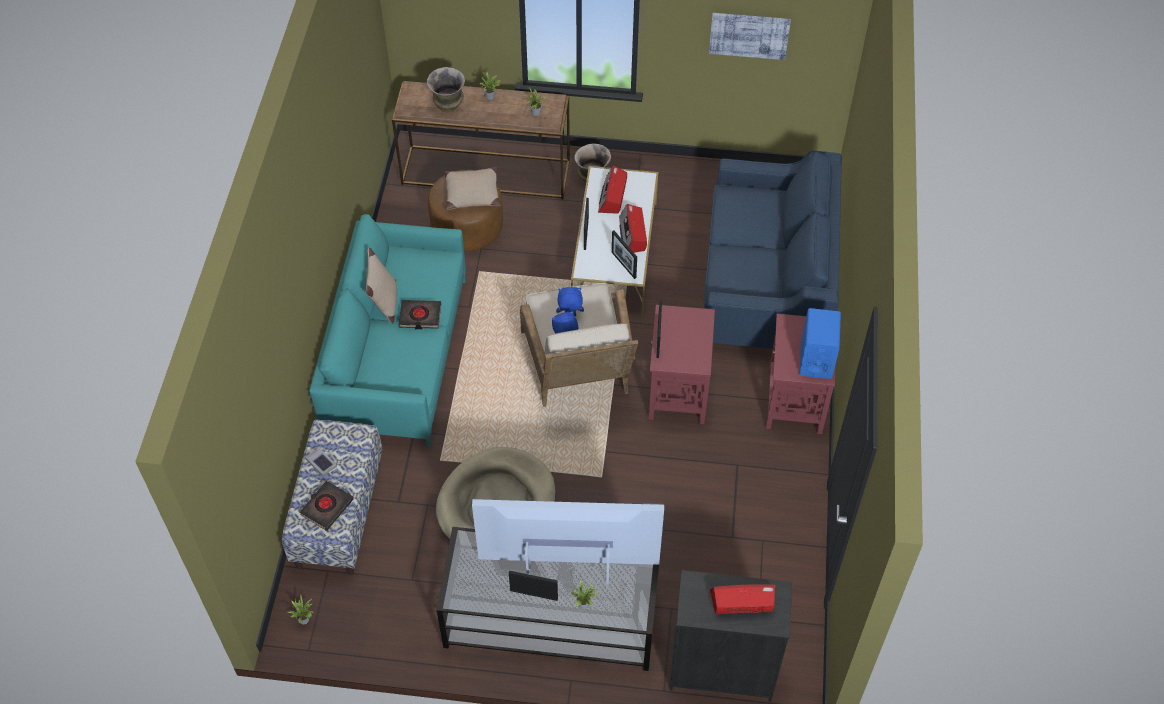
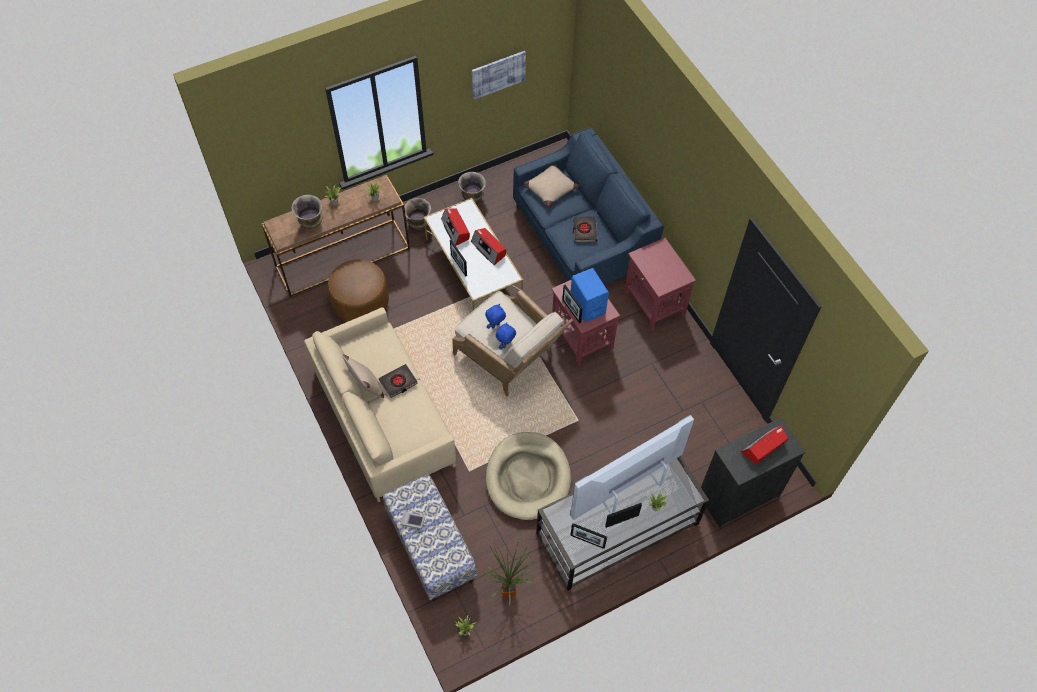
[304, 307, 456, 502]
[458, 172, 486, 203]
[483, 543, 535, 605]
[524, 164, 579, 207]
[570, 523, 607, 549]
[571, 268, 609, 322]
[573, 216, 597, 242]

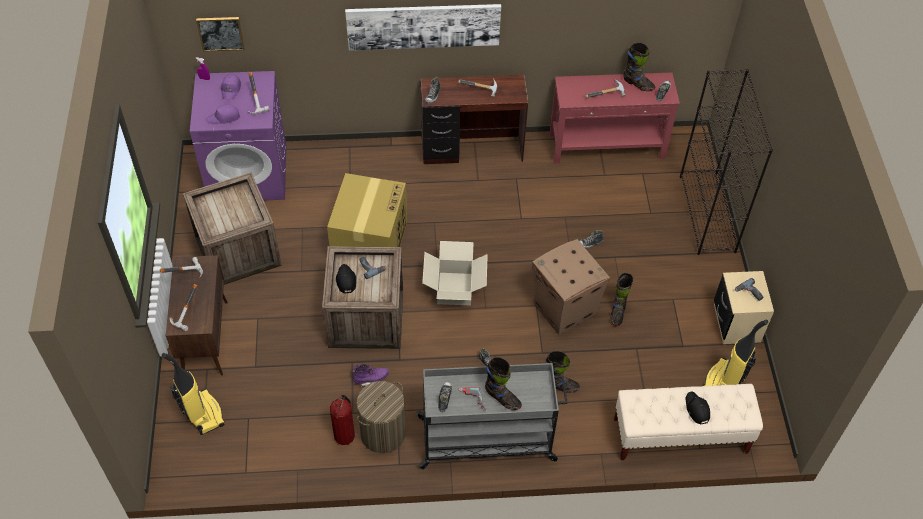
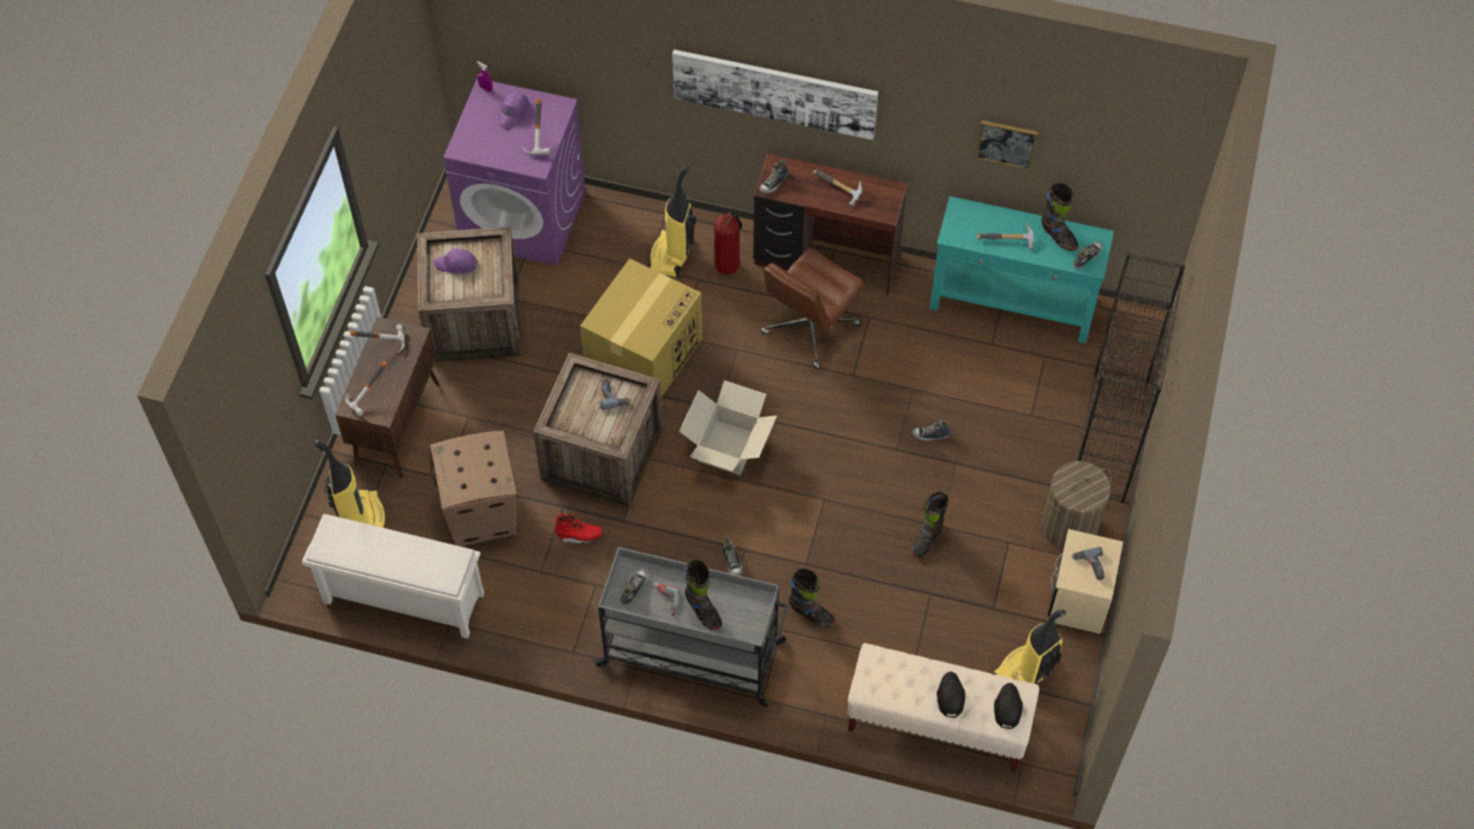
[302, 514, 485, 639]
[429, 430, 517, 546]
[434, 249, 477, 274]
[554, 513, 603, 544]
[650, 166, 696, 278]
[714, 211, 742, 275]
[761, 248, 864, 369]
[929, 196, 1114, 343]
[976, 120, 1038, 170]
[994, 683, 1023, 729]
[1041, 461, 1112, 549]

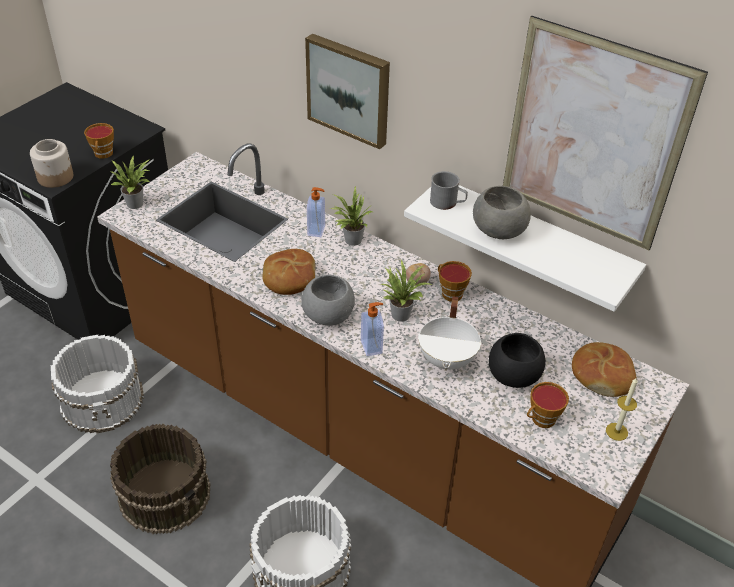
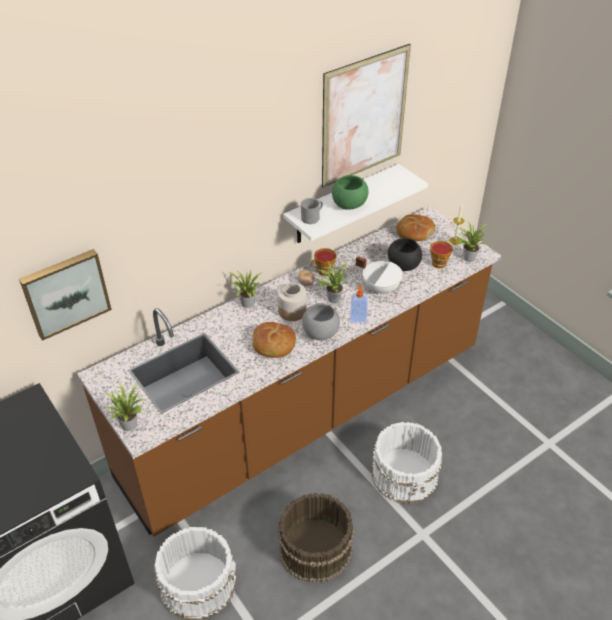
[19, 249, 112, 341]
[278, 283, 307, 321]
[332, 175, 369, 210]
[455, 221, 487, 262]
[84, 123, 114, 159] (first image)
[307, 187, 325, 237] (first image)

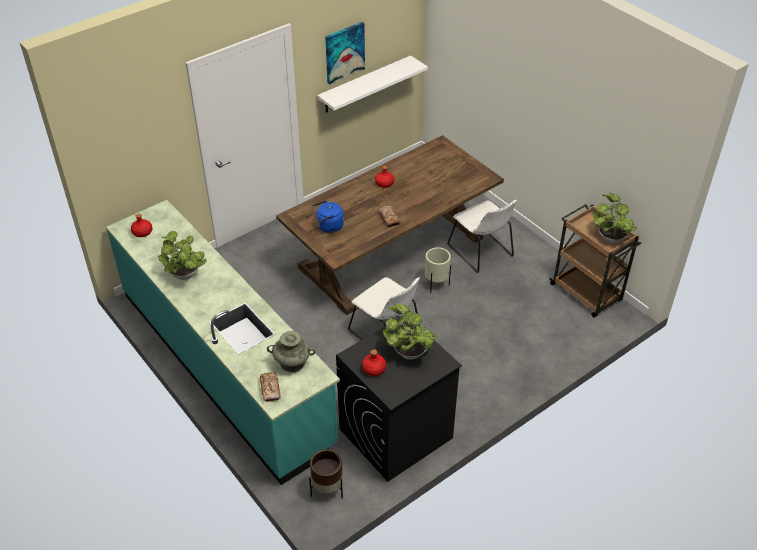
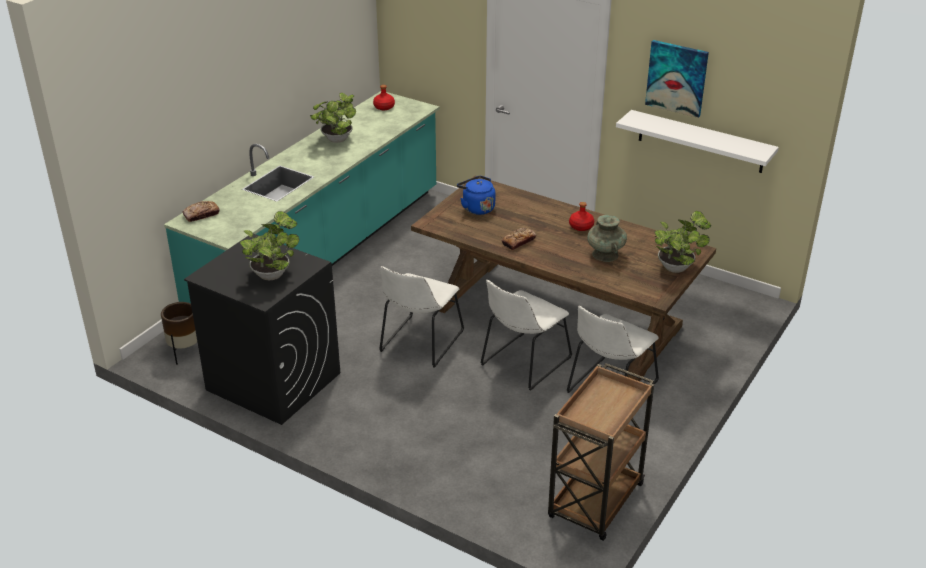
[480, 280, 572, 391]
[587, 215, 627, 262]
[654, 211, 711, 273]
[362, 349, 386, 376] (first image)

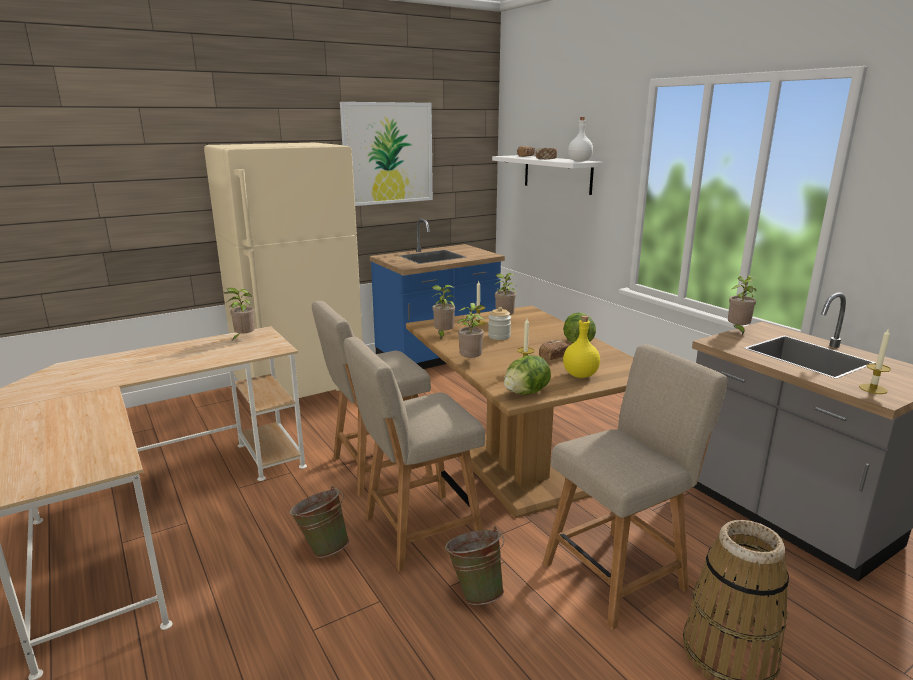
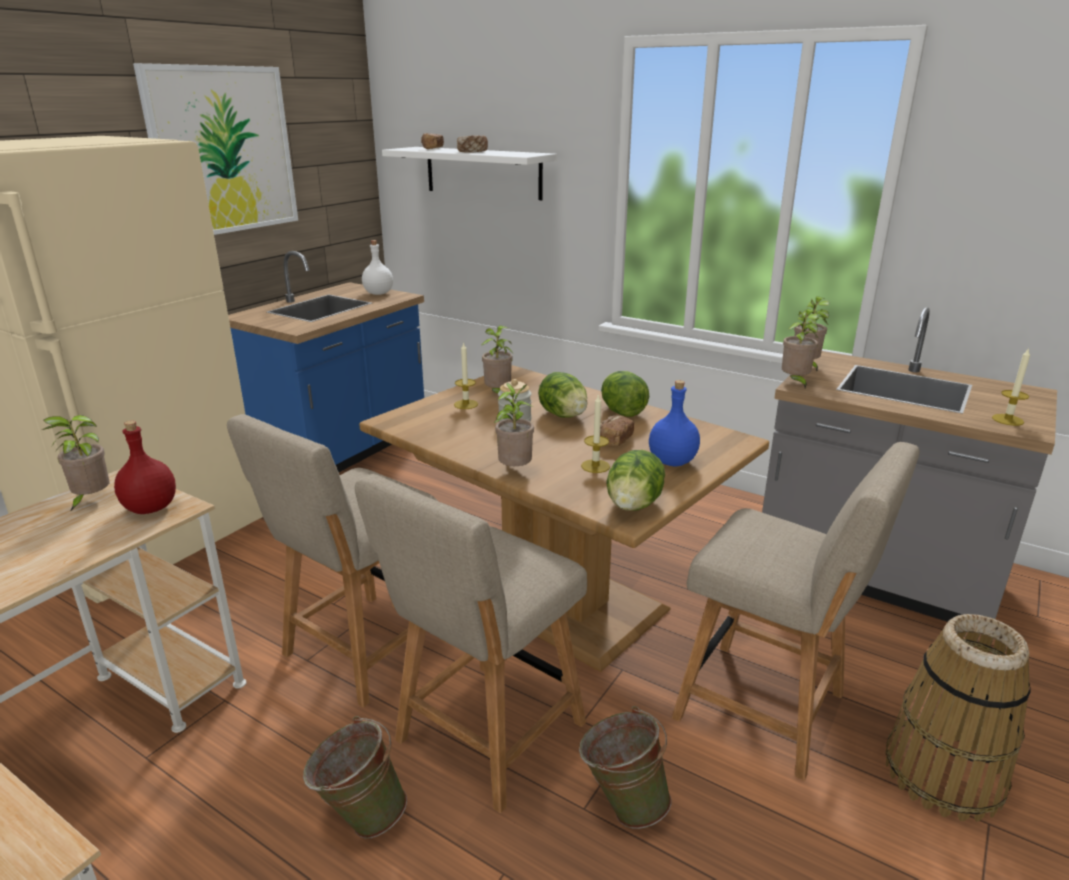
[114, 421, 176, 514]
[362, 240, 393, 295]
[538, 372, 587, 418]
[649, 380, 700, 467]
[672, 442, 920, 781]
[782, 308, 818, 388]

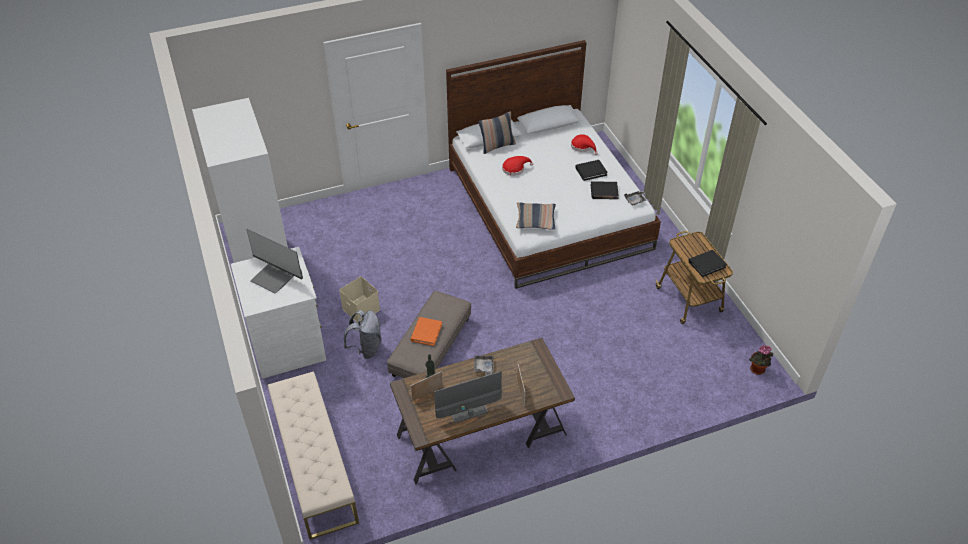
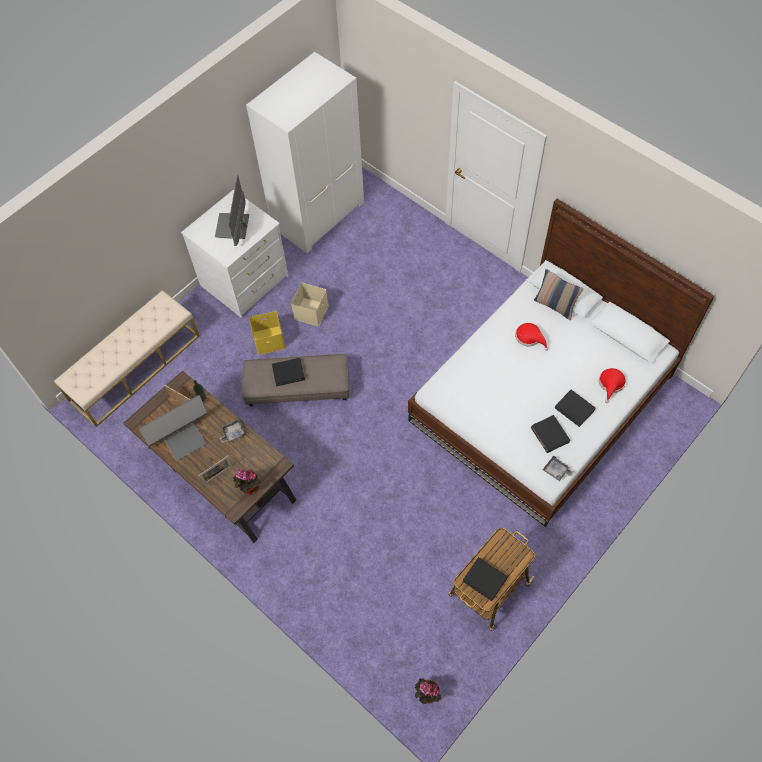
[138, 395, 208, 461]
[233, 469, 260, 495]
[249, 311, 285, 355]
[272, 358, 305, 386]
[516, 202, 556, 230] (first image)

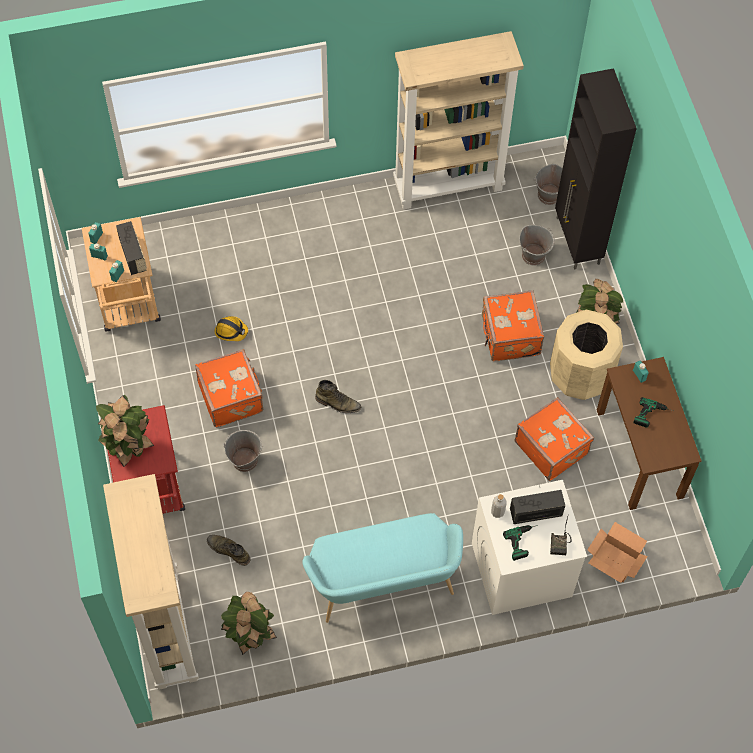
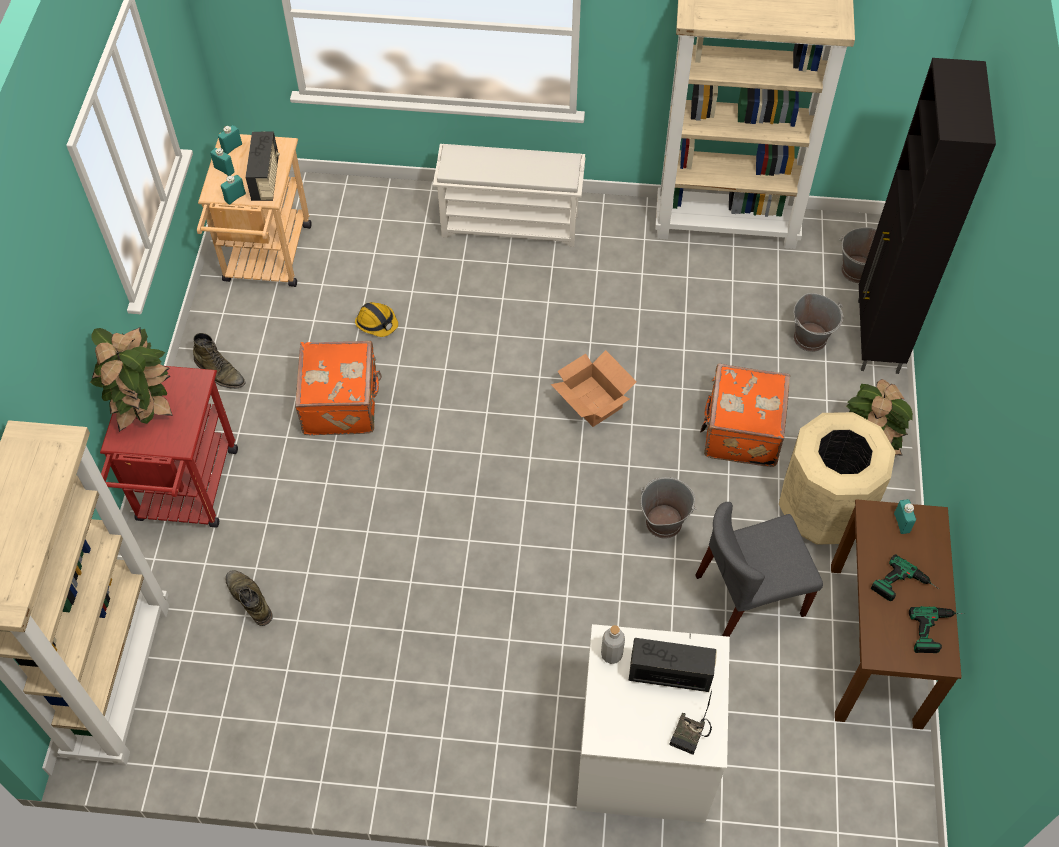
[193, 333, 246, 389]
[433, 144, 585, 247]
[551, 350, 637, 427]
[640, 477, 697, 539]
[695, 502, 823, 637]
[909, 606, 966, 653]
[221, 592, 277, 655] (first image)
[302, 513, 463, 623] (first image)

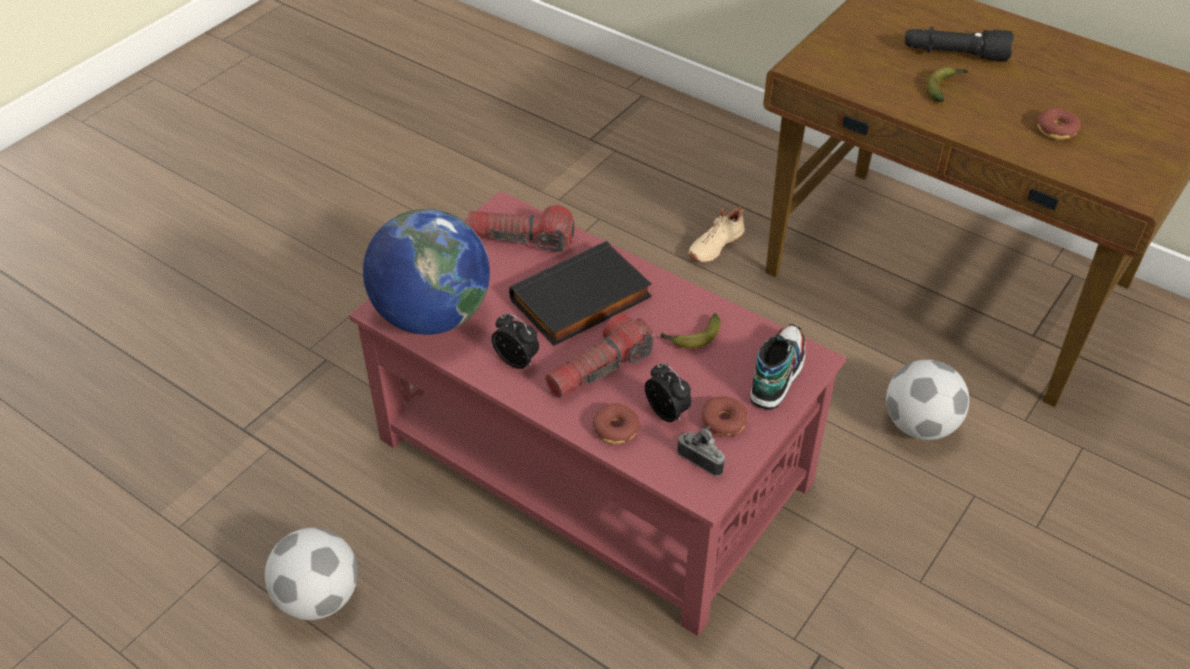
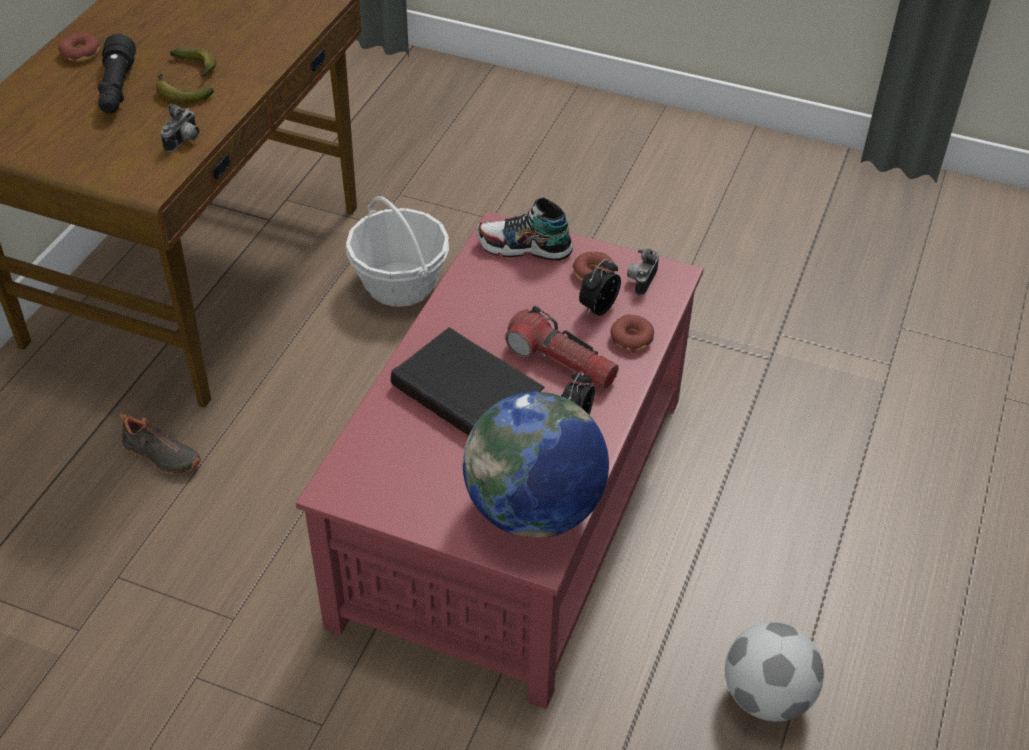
[58, 32, 100, 63]
[120, 413, 201, 474]
[160, 103, 200, 152]
[170, 47, 216, 77]
[346, 196, 449, 307]
[466, 205, 575, 252] (first image)

